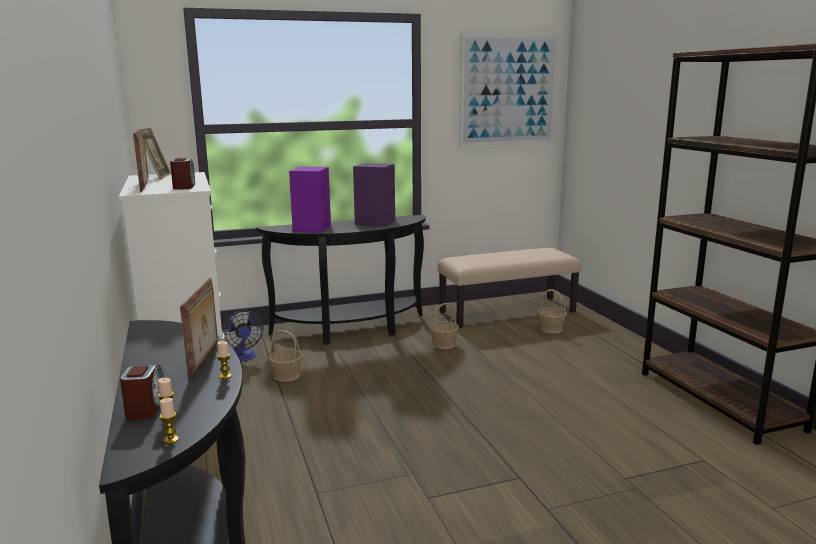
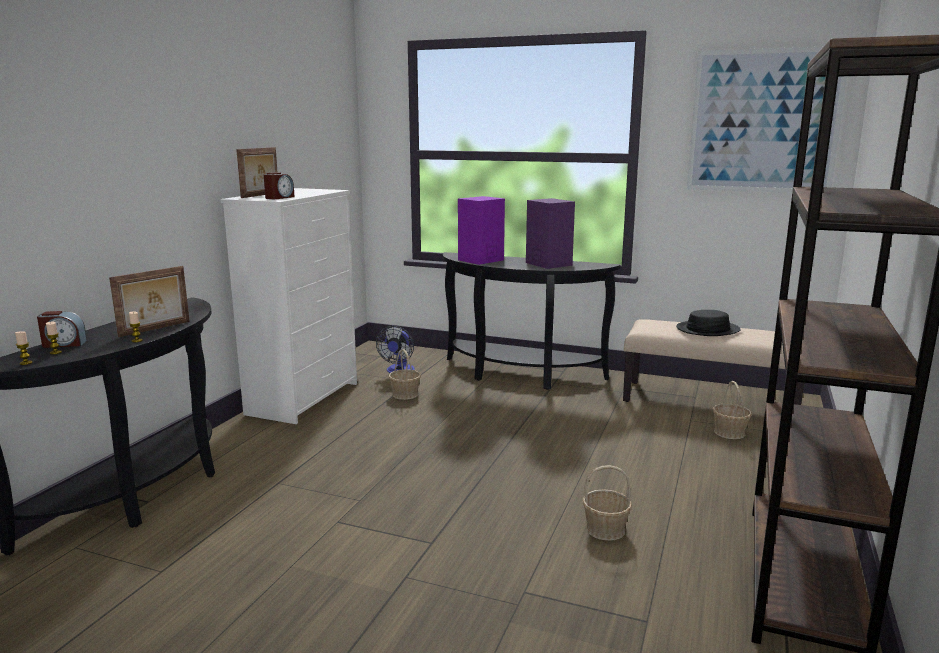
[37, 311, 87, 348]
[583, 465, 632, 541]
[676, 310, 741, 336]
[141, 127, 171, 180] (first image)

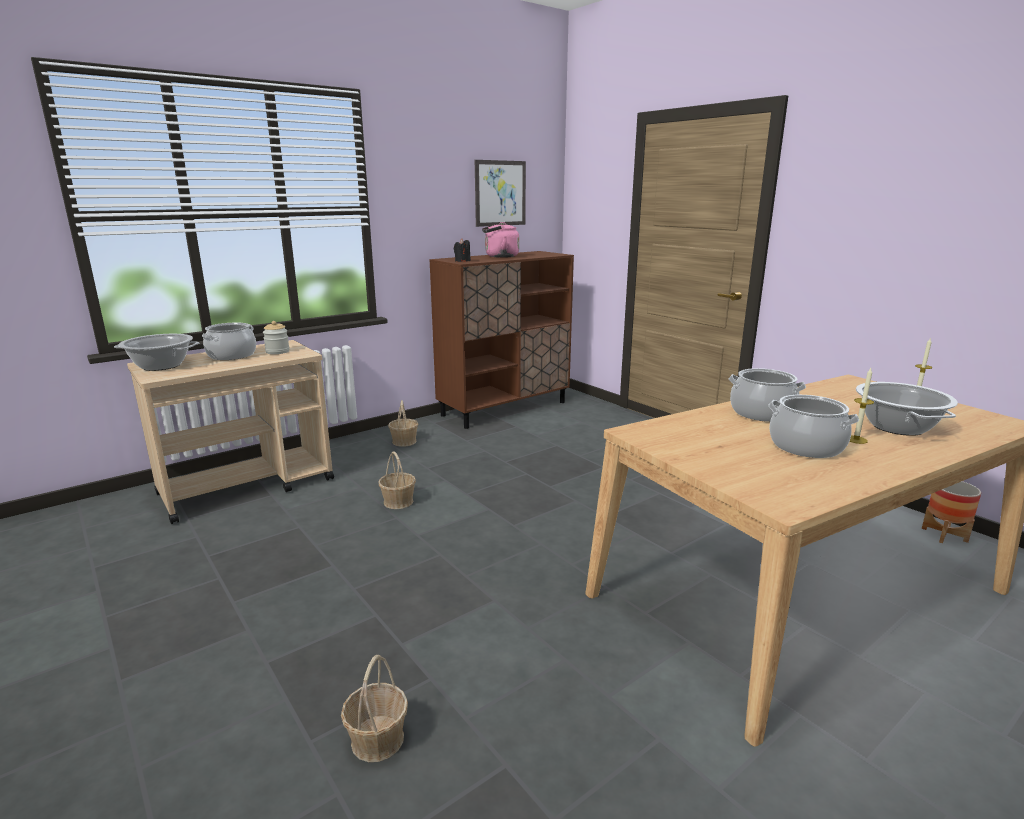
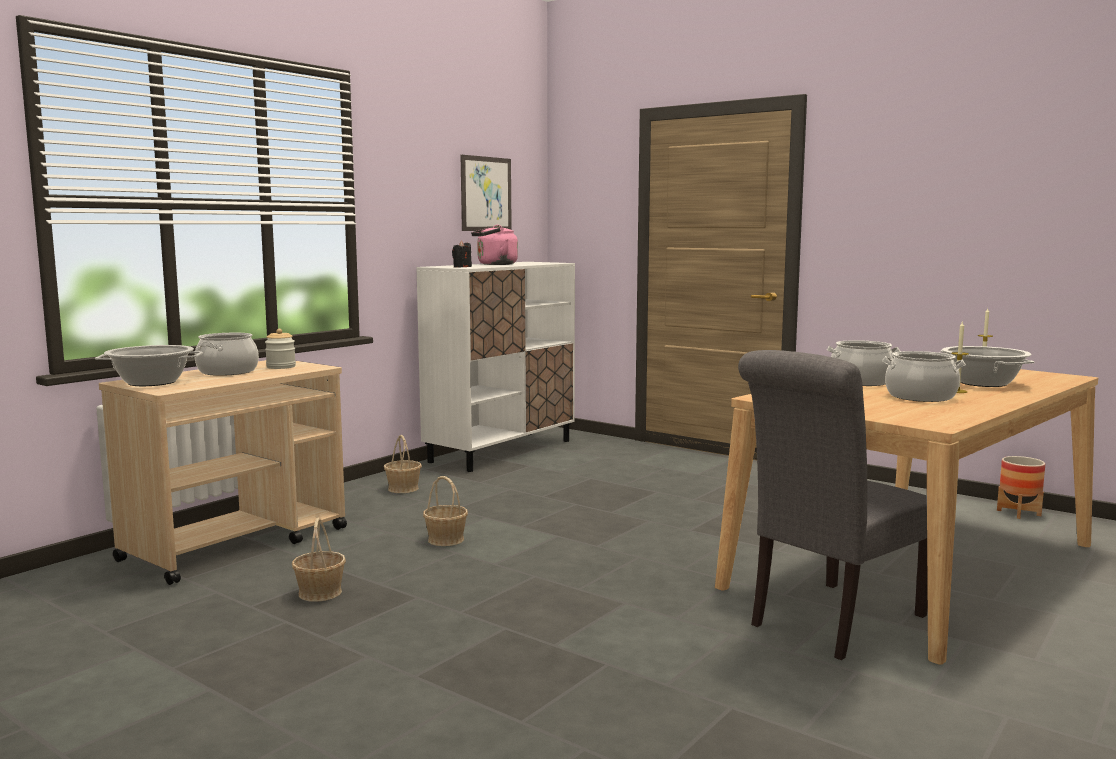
[292, 518, 346, 602]
[416, 262, 575, 472]
[738, 350, 928, 660]

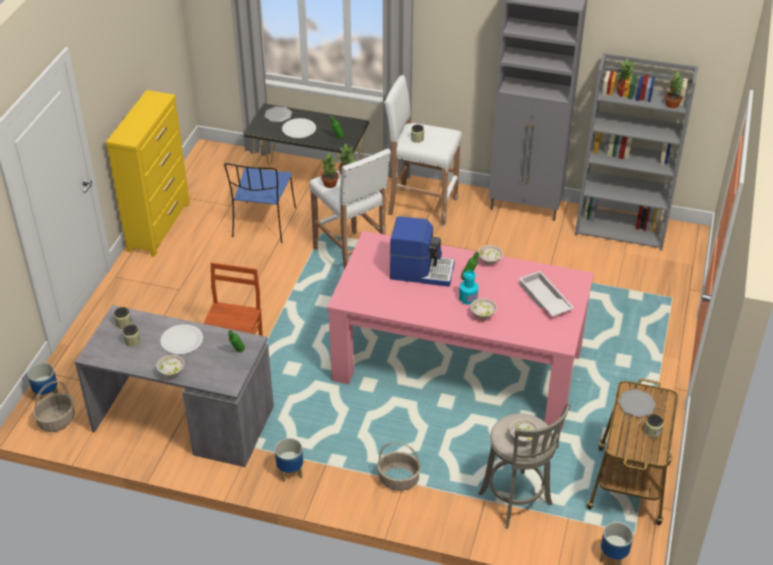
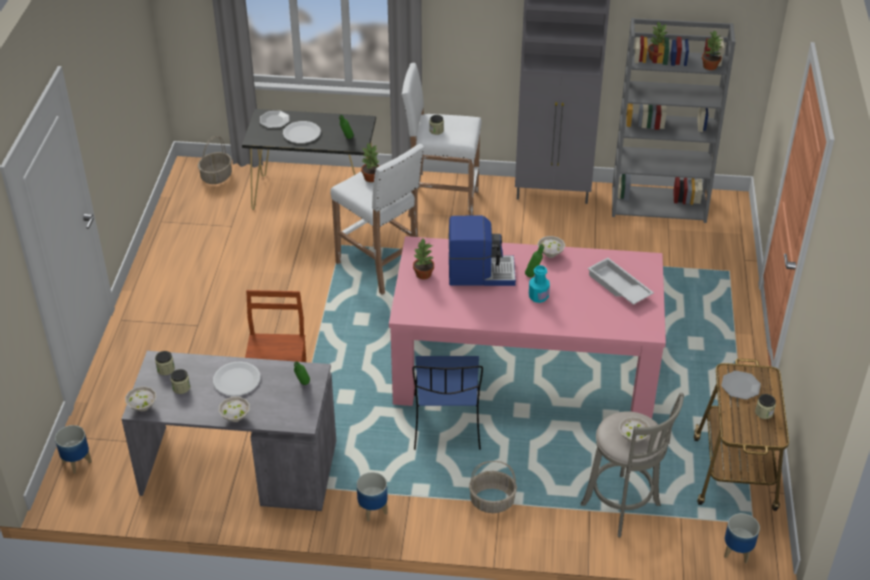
[125, 386, 156, 412]
[198, 136, 232, 184]
[412, 356, 483, 450]
[413, 239, 434, 279]
[106, 90, 190, 257] (first image)

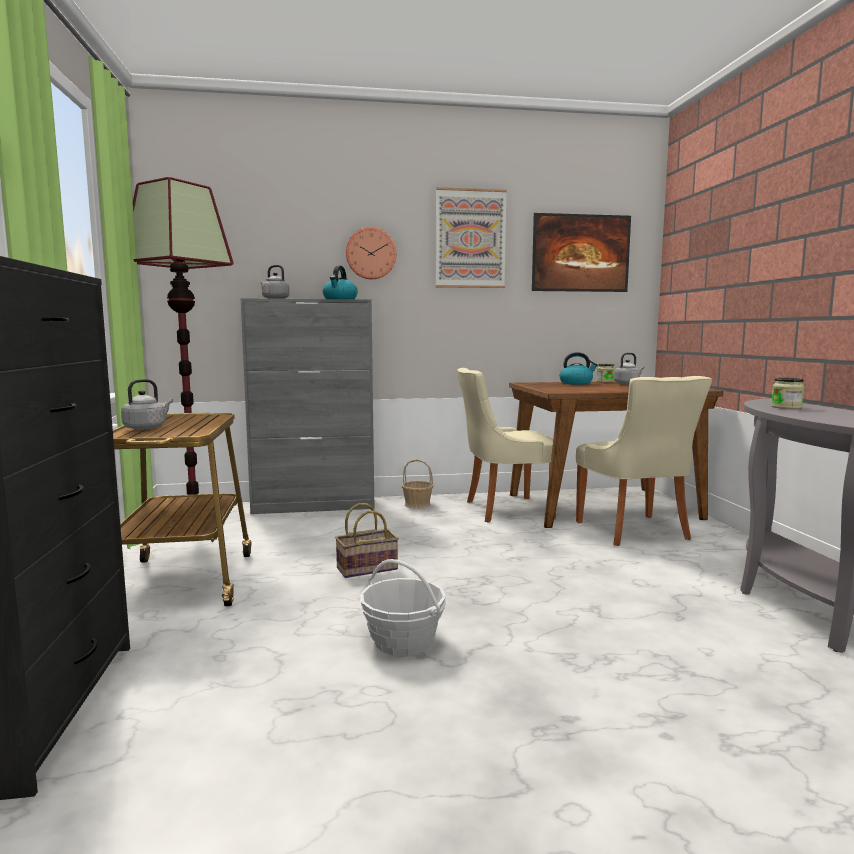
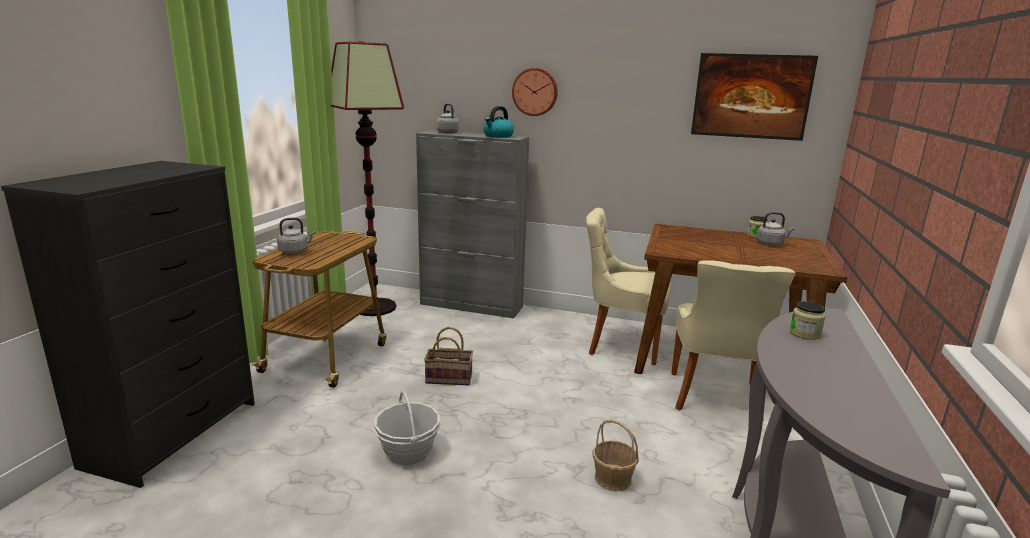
[593, 419, 639, 492]
[436, 187, 507, 288] (first image)
[560, 352, 598, 385] (first image)

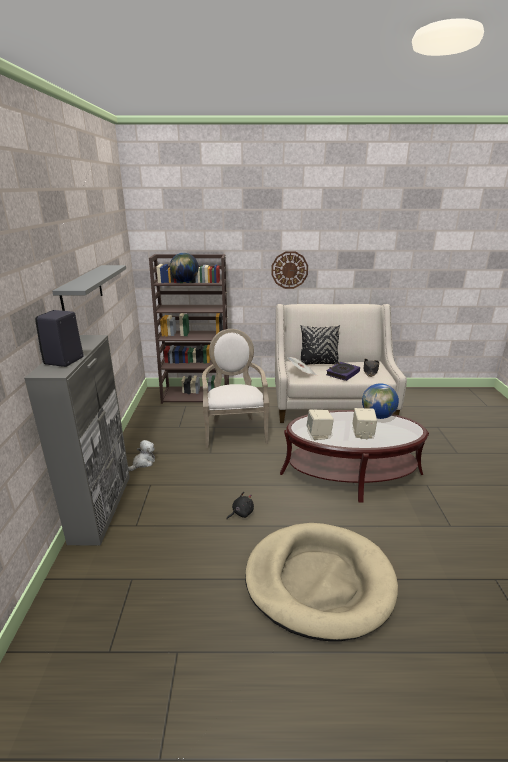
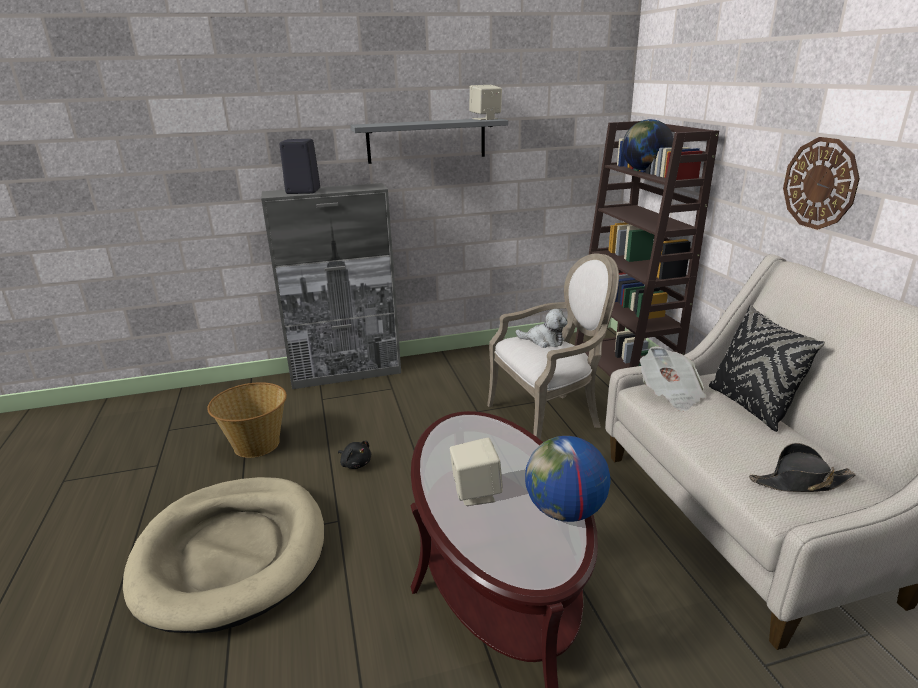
[207, 382, 287, 458]
[469, 85, 502, 120]
[515, 309, 568, 348]
[326, 362, 360, 381] (first image)

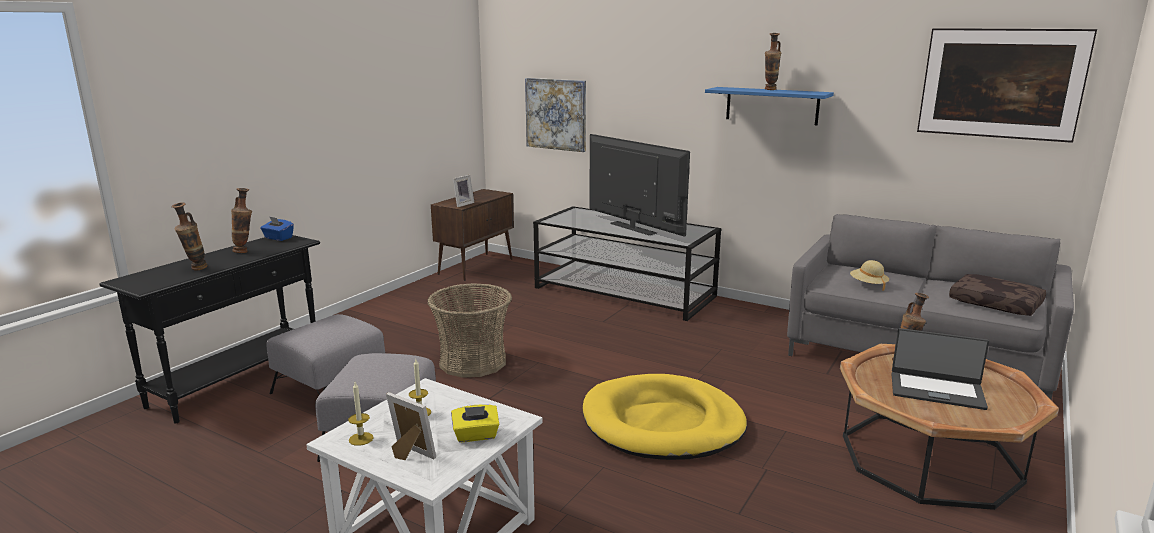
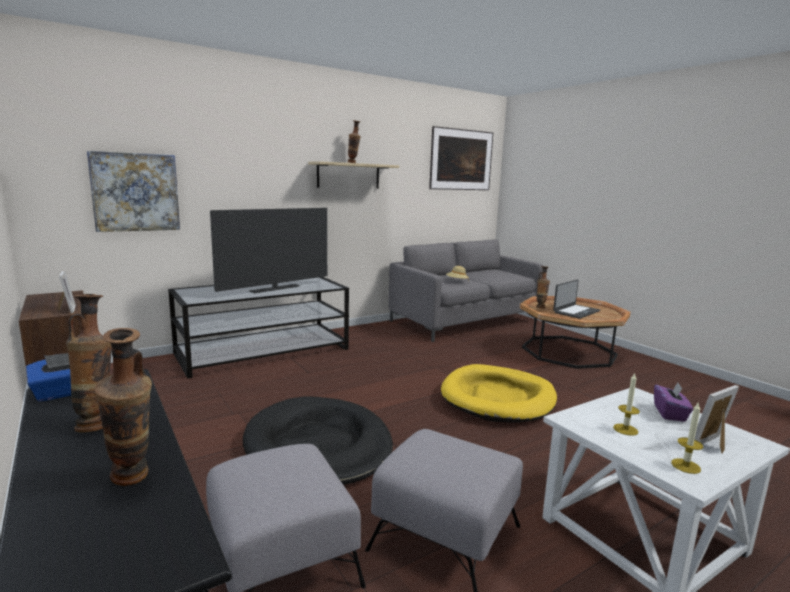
[210, 208, 327, 293]
[243, 396, 393, 485]
[308, 161, 399, 189]
[654, 383, 693, 422]
[949, 274, 1046, 316] (first image)

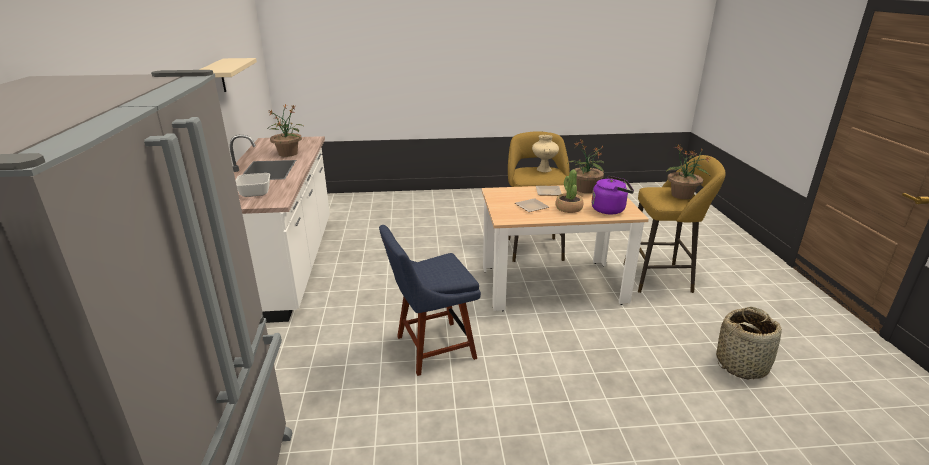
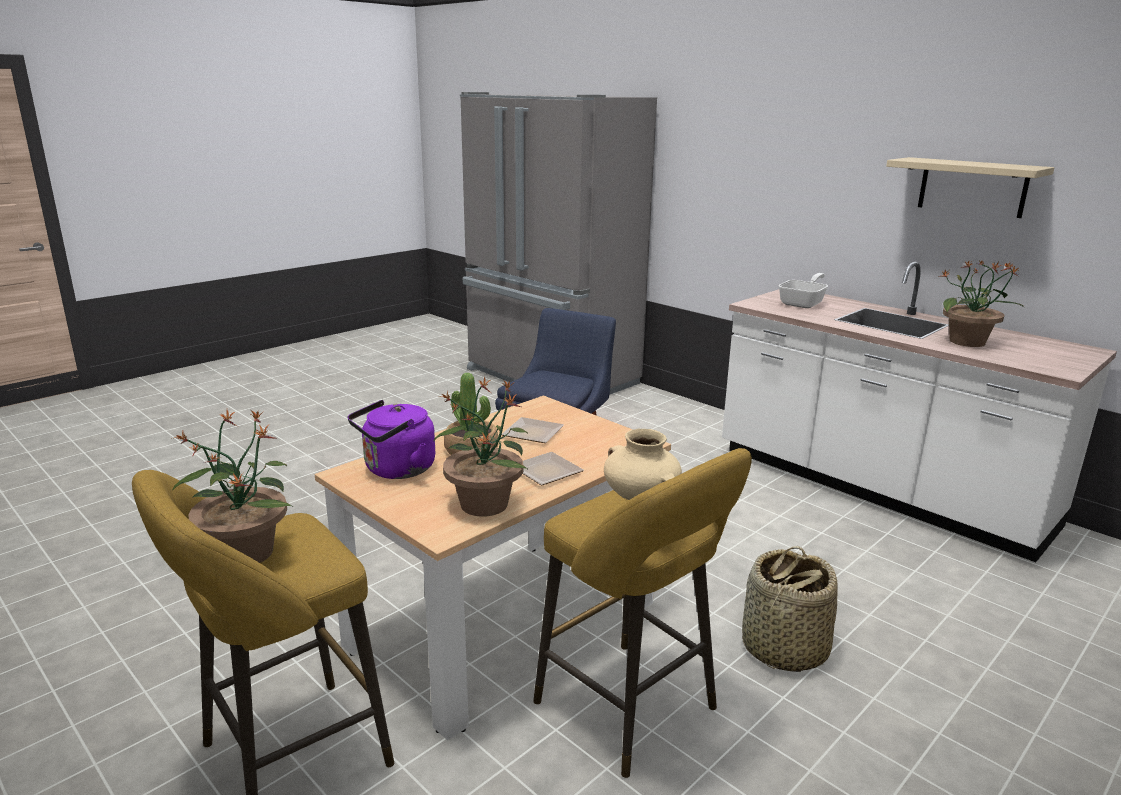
[742, 546, 838, 672]

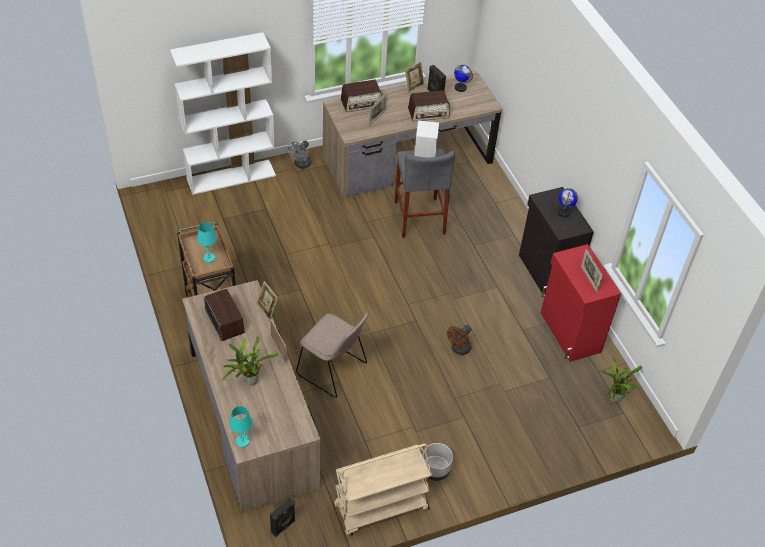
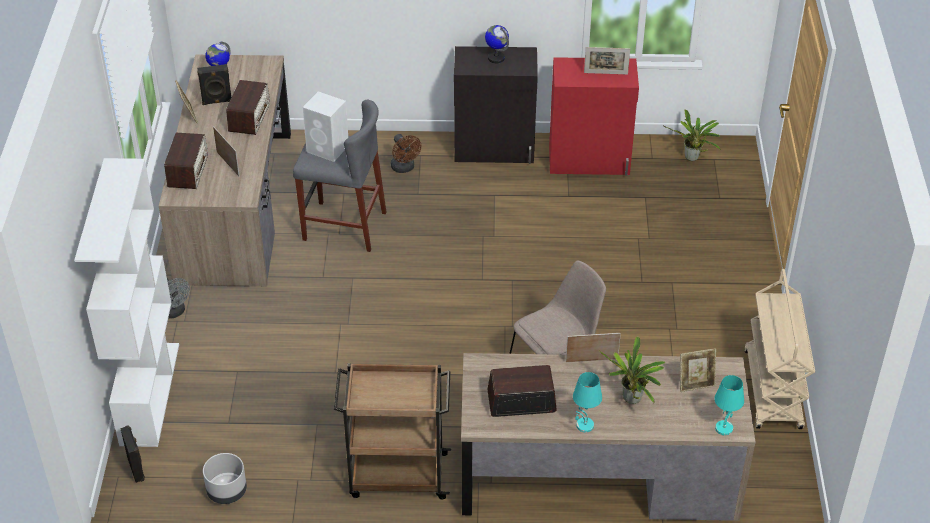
[120, 425, 145, 483]
[203, 453, 247, 504]
[391, 134, 421, 173]
[573, 372, 602, 432]
[680, 348, 716, 392]

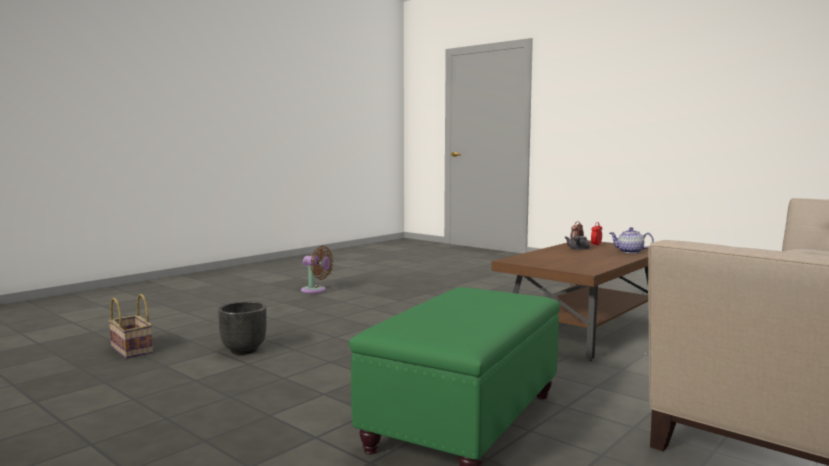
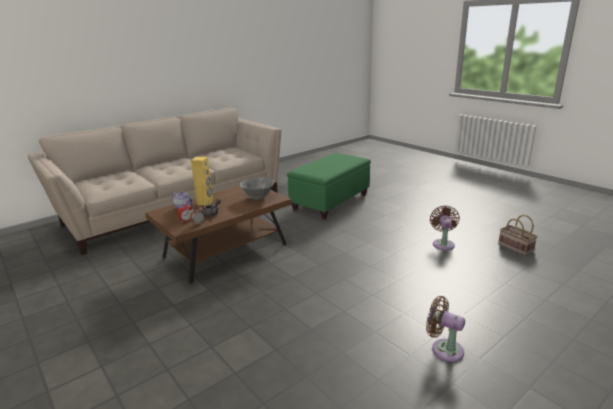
[191, 157, 213, 206]
[240, 178, 274, 199]
[430, 205, 460, 250]

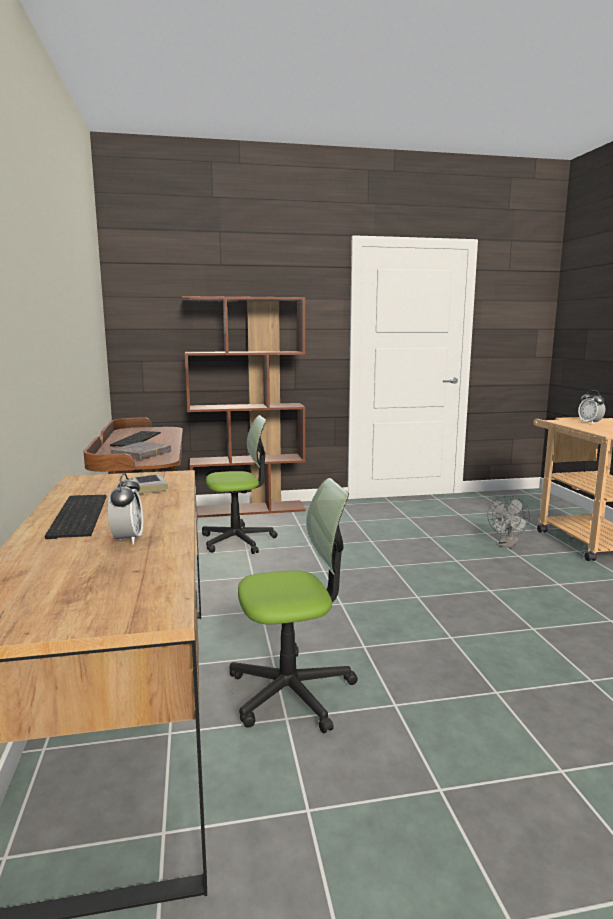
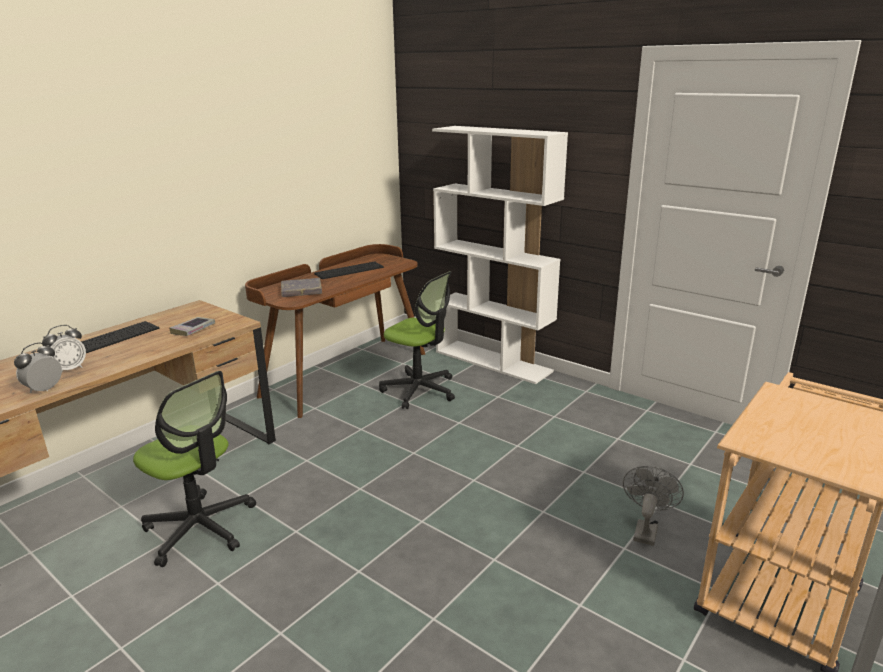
[14, 342, 62, 393]
[432, 126, 568, 384]
[623, 466, 684, 546]

